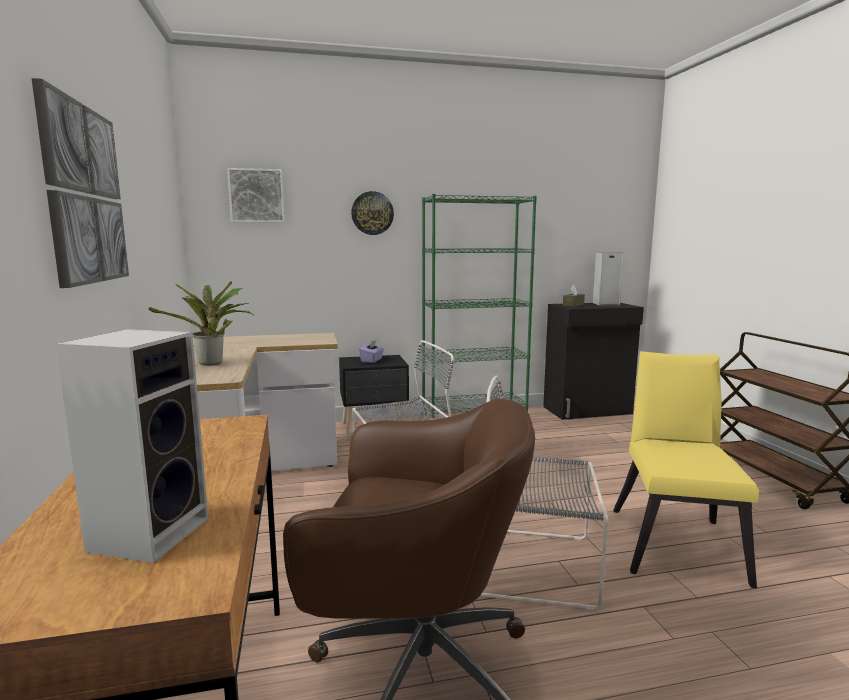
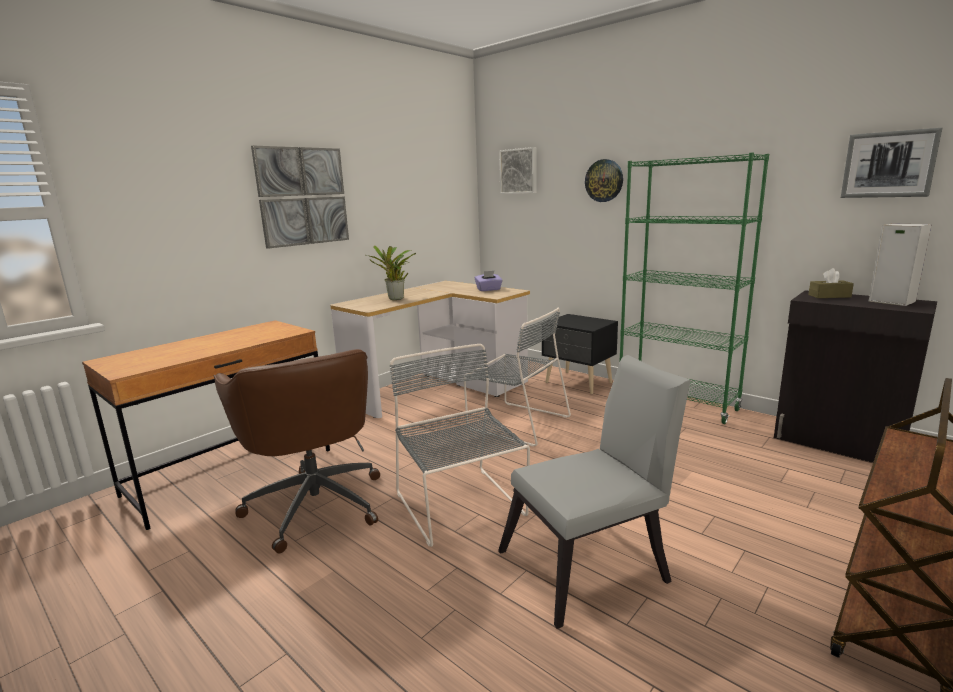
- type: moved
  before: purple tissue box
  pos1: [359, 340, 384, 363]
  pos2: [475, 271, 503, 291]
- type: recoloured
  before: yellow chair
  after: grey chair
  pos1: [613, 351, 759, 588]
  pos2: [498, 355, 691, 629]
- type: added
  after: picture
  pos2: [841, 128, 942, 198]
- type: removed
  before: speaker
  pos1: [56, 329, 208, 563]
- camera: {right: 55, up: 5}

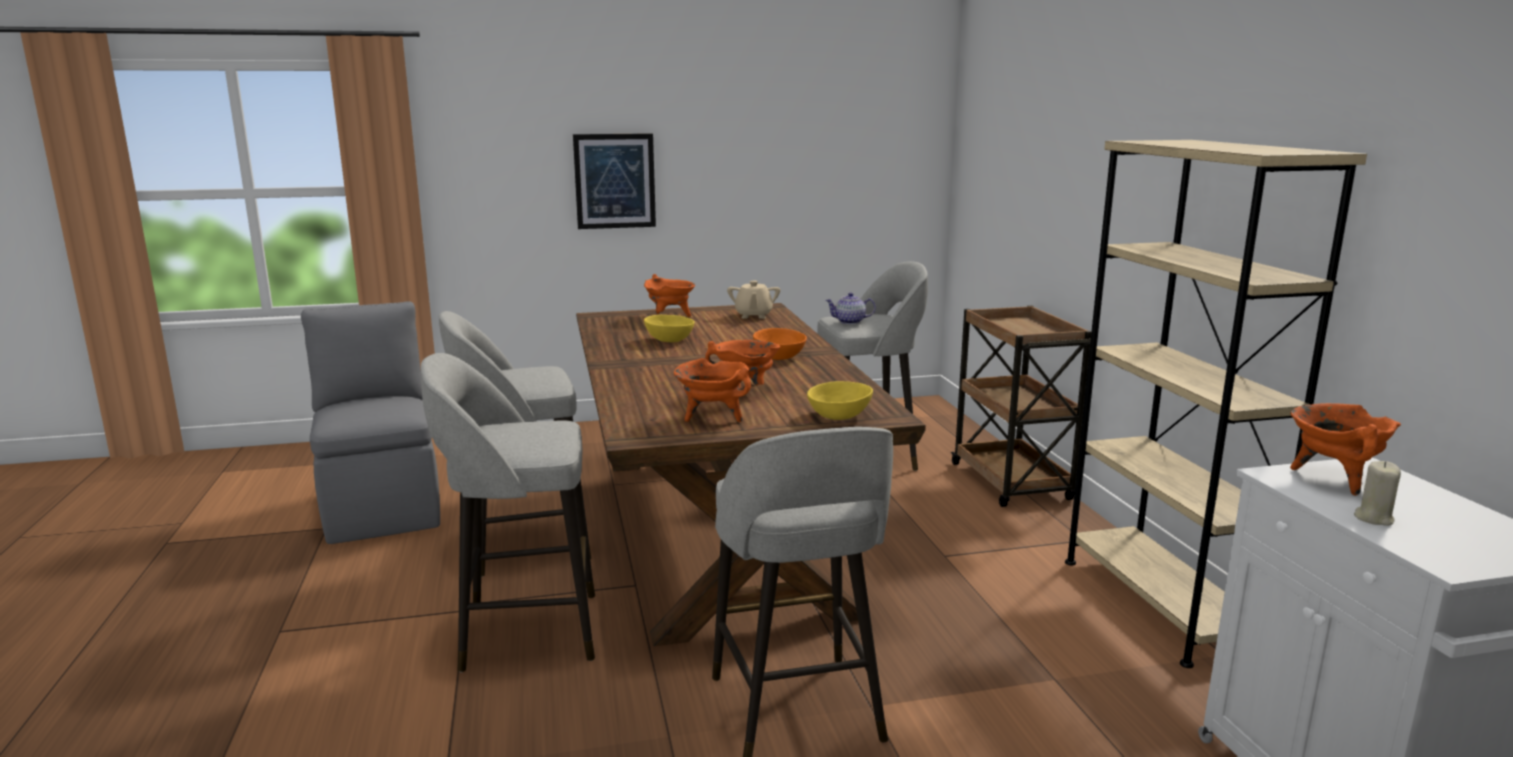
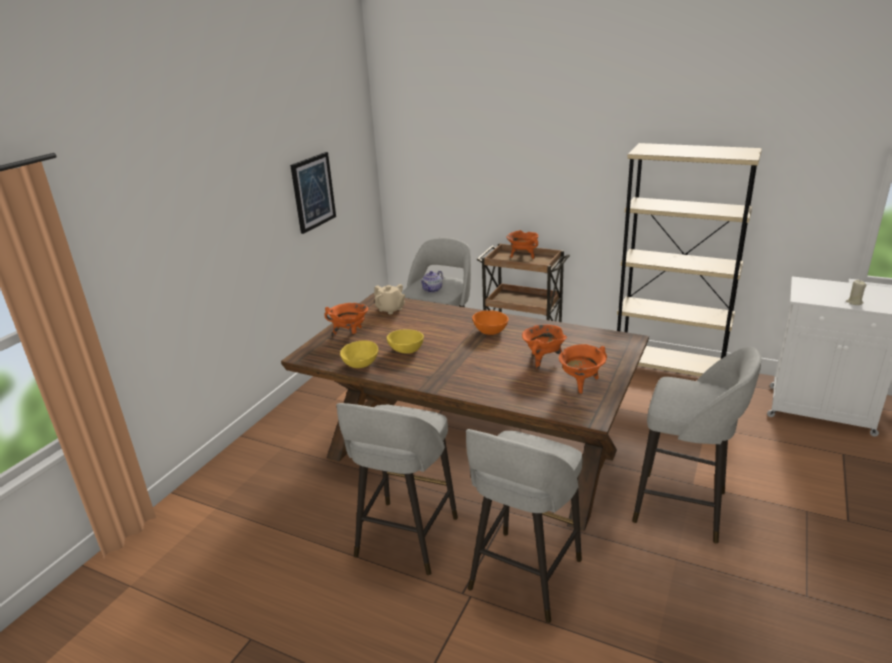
- type: moved
  before: picture
  pos1: [573, 133, 656, 229]
  pos2: [290, 152, 336, 234]
- type: moved
  before: yellow bowl
  pos1: [807, 381, 873, 420]
  pos2: [340, 341, 378, 368]
- type: moved
  before: orange cooking pot
  pos1: [1290, 403, 1401, 495]
  pos2: [507, 230, 539, 259]
- type: removed
  before: grey chair
  pos1: [301, 301, 440, 544]
- camera: {right: -50, up: 10}

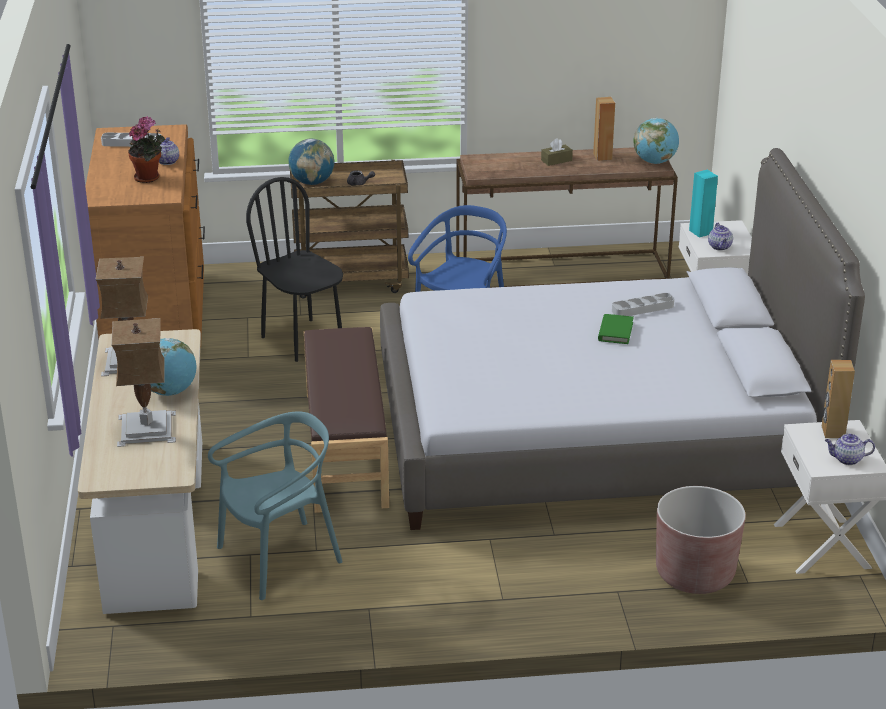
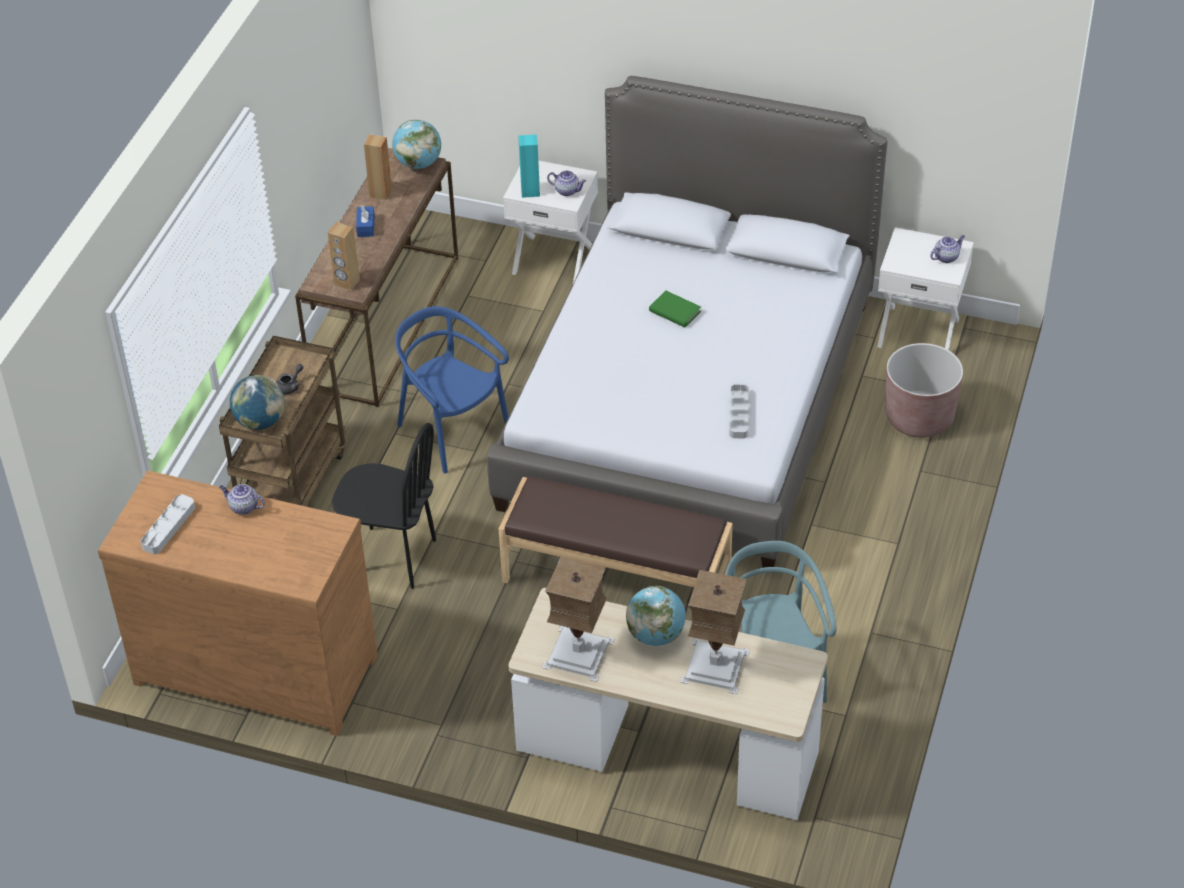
- type: moved
  before: brown speaker
  pos1: [822, 360, 855, 438]
  pos2: [328, 222, 360, 290]
- type: turned
  before: black chair
  pos1: [246, 177, 343, 362]
  pos2: [332, 423, 436, 589]
  turn: -150
- type: recoloured
  before: brown tissue box
  after: blue tissue box
  pos1: [541, 138, 573, 166]
  pos2: [356, 205, 375, 237]
- type: moved
  before: grey tray
  pos1: [612, 293, 674, 316]
  pos2: [729, 385, 749, 439]
- type: turned
  before: teapot
  pos1: [825, 434, 875, 465]
  pos2: [930, 235, 965, 263]
  turn: -150
- type: removed
  before: potted plant
  pos1: [128, 116, 165, 183]
- camera: {right: -65, up: 15}

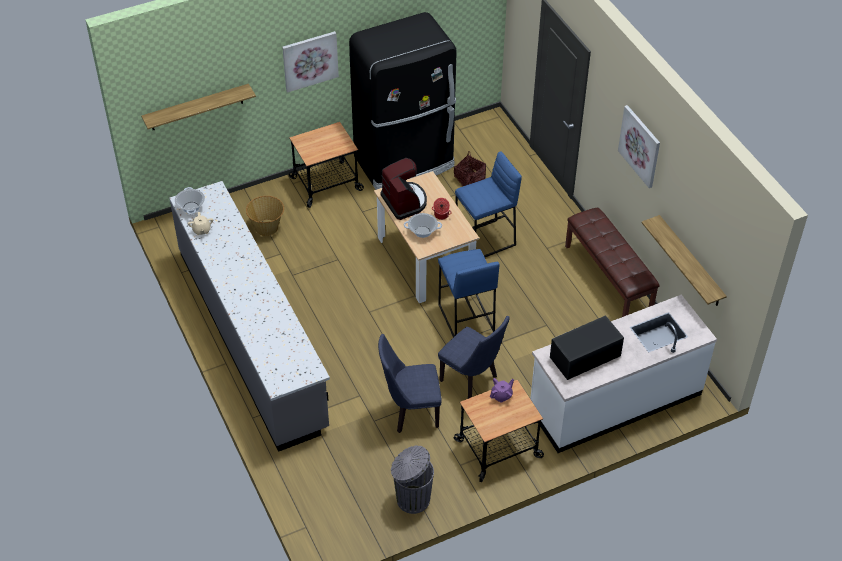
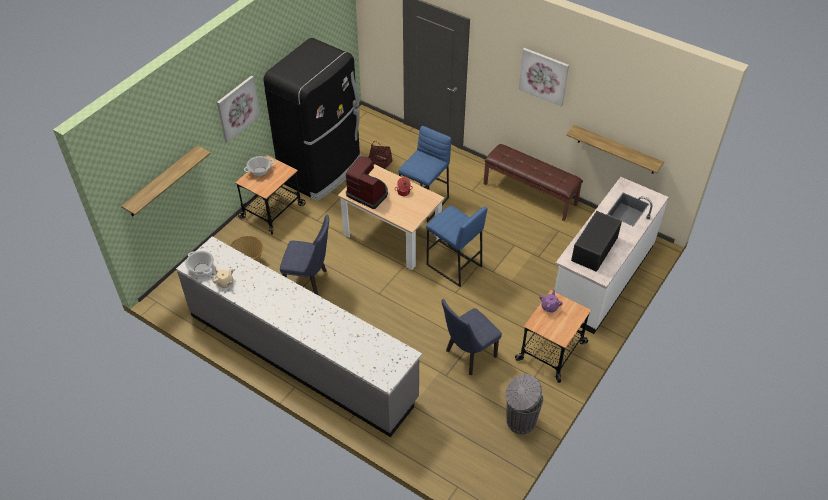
- type: moved
  before: cooking pot
  pos1: [404, 213, 442, 238]
  pos2: [244, 156, 274, 176]
- type: moved
  before: blue chair
  pos1: [438, 316, 510, 399]
  pos2: [280, 214, 329, 296]
- camera: {right: -30, up: 0}

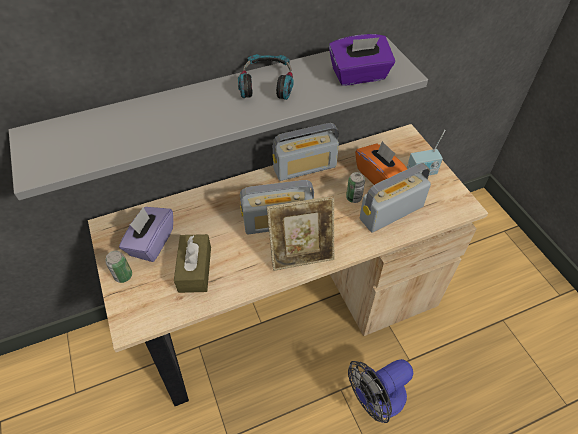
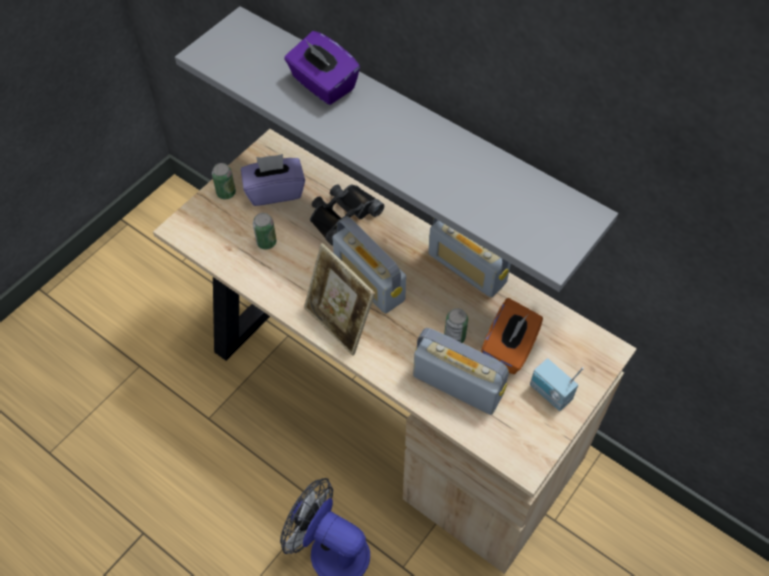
- type: replaced
  before: brown tissue box
  after: can
  pos1: [174, 234, 211, 293]
  pos2: [253, 213, 276, 250]
- type: moved
  before: purple tissue box
  pos1: [329, 34, 395, 86]
  pos2: [284, 31, 360, 105]
- type: added
  after: black binoculars
  pos2: [310, 184, 384, 246]
- type: removed
  before: headphones
  pos1: [238, 54, 293, 100]
- camera: {right: 60, up: 5}

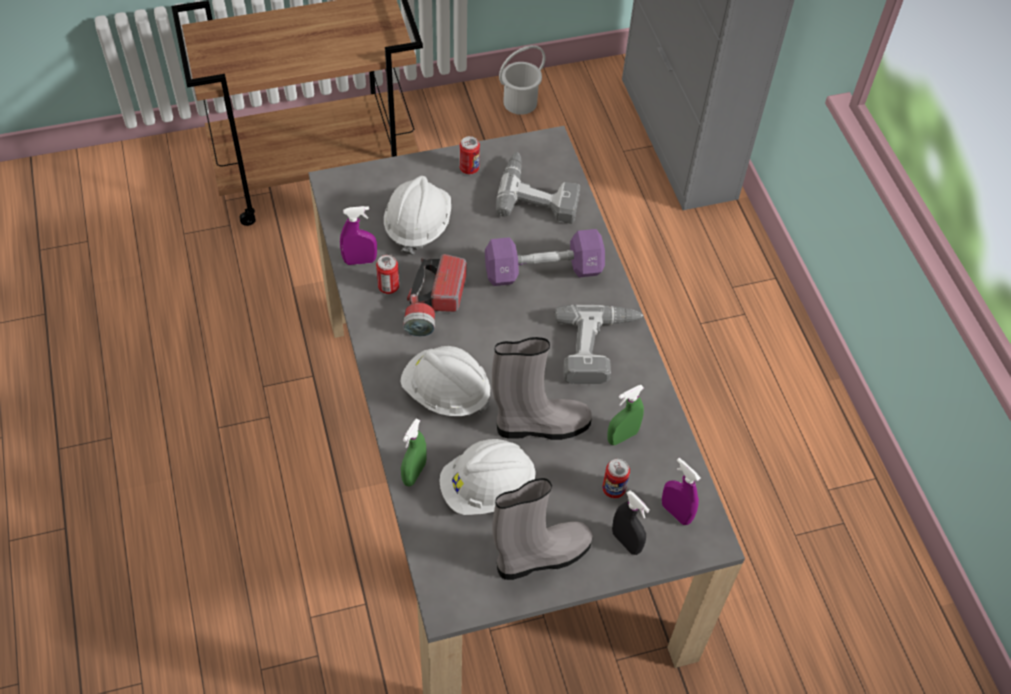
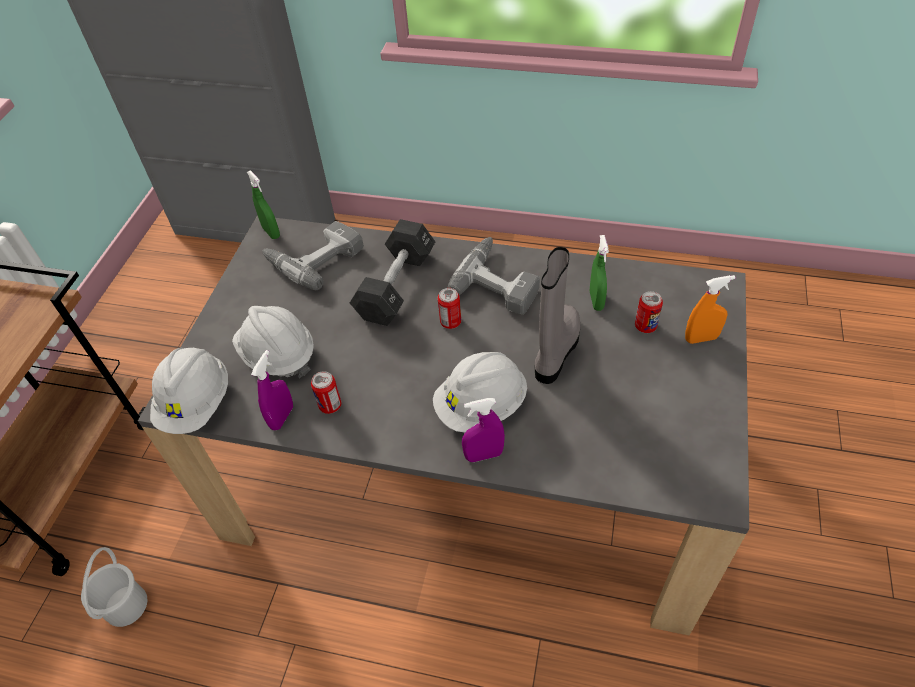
- type: moved
  before: white bucket
  pos1: [499, 45, 546, 115]
  pos2: [81, 547, 147, 627]
- type: moved
  before: white hard hat
  pos1: [440, 439, 536, 515]
  pos2: [150, 348, 228, 434]
- type: moved
  before: green spray bottle
  pos1: [401, 419, 427, 486]
  pos2: [247, 170, 280, 239]
- type: recoloured
  before: purple dumbbell
  after: black dumbbell
  pos1: [485, 229, 605, 286]
  pos2: [350, 219, 435, 326]
- type: moved
  before: can
  pos1: [459, 136, 480, 174]
  pos2: [438, 288, 461, 329]
- type: moved
  before: purple spray bottle
  pos1: [662, 458, 701, 525]
  pos2: [462, 398, 505, 462]
- type: recoloured
  before: black spray bottle
  after: orange spray bottle
  pos1: [612, 490, 650, 555]
  pos2: [685, 275, 735, 344]
- type: removed
  before: flashlight
  pos1: [403, 254, 466, 337]
- type: removed
  before: grey boot
  pos1: [493, 478, 593, 580]
- camera: {right: -55, up: -5}

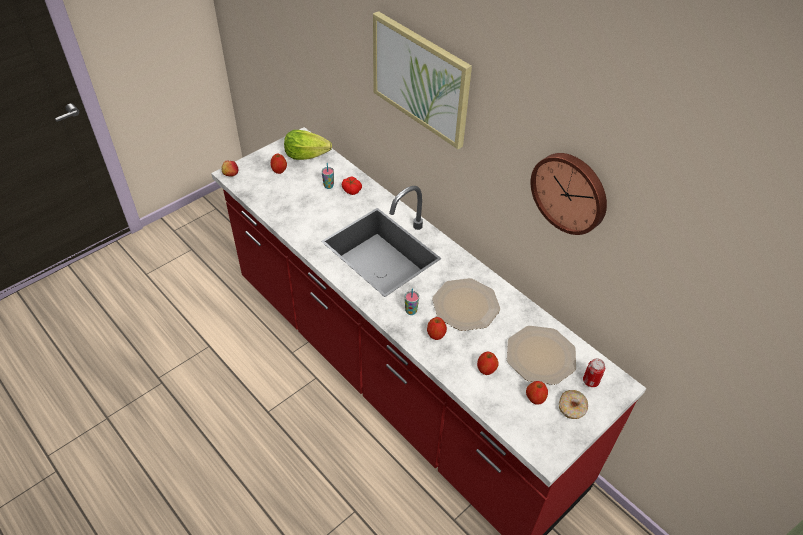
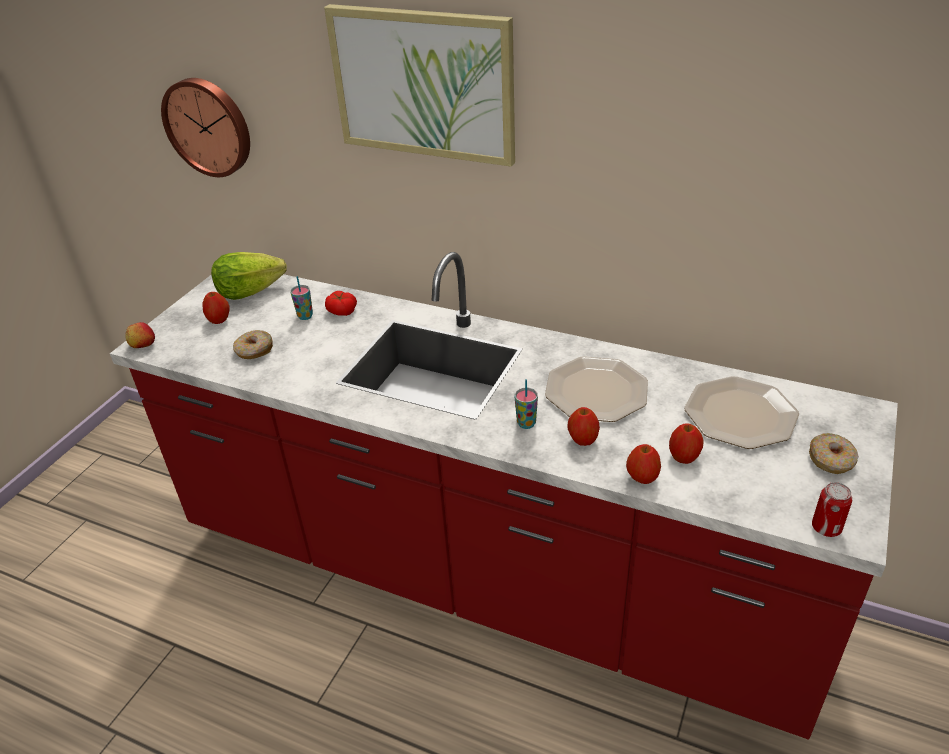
- type: moved
  before: wall clock
  pos1: [530, 153, 607, 235]
  pos2: [161, 78, 250, 177]
- type: added
  after: donut
  pos2: [233, 330, 273, 359]
- type: moved
  before: apple
  pos1: [526, 381, 548, 405]
  pos2: [626, 444, 661, 484]
- type: moved
  before: can
  pos1: [583, 358, 605, 387]
  pos2: [812, 482, 852, 537]
- camera: {right: -20, up: -10}

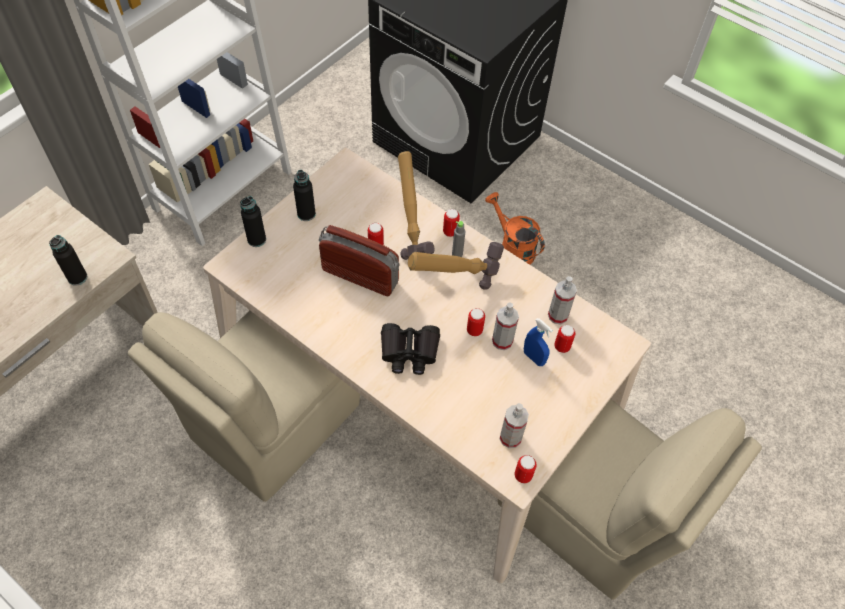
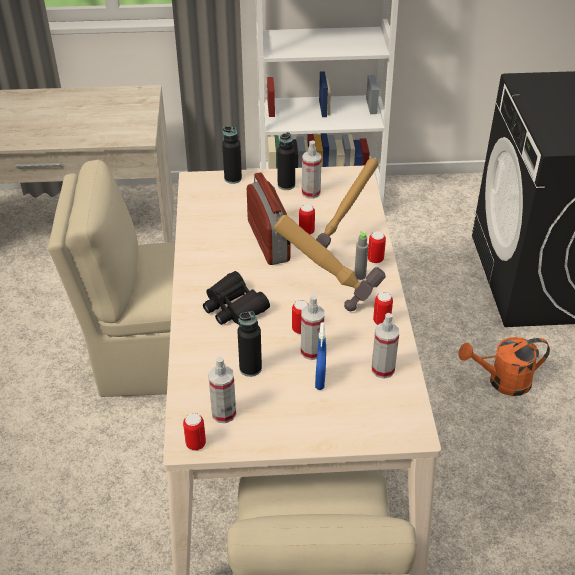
- type: moved
  before: black bottle
  pos1: [49, 235, 87, 286]
  pos2: [237, 311, 262, 377]
- type: added
  after: spray bottle
  pos2: [302, 140, 322, 199]
- type: moved
  before: can
  pos1: [554, 325, 575, 353]
  pos2: [373, 292, 393, 325]
- type: turned
  before: orange watering can
  pos1: [485, 192, 545, 265]
  pos2: [459, 337, 550, 396]
  turn: -105
- camera: {right: 50, up: -15}

